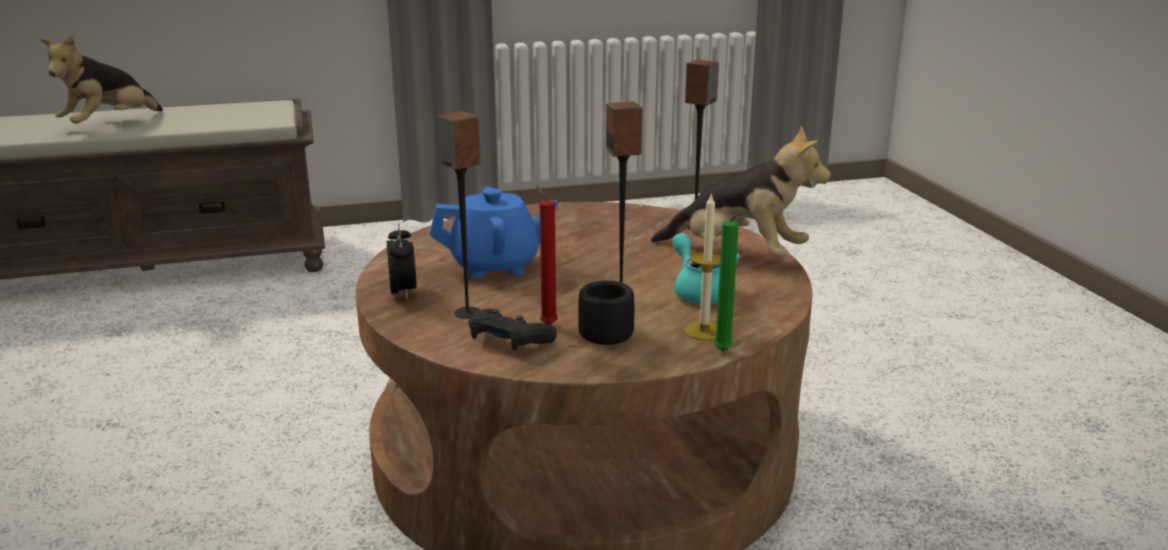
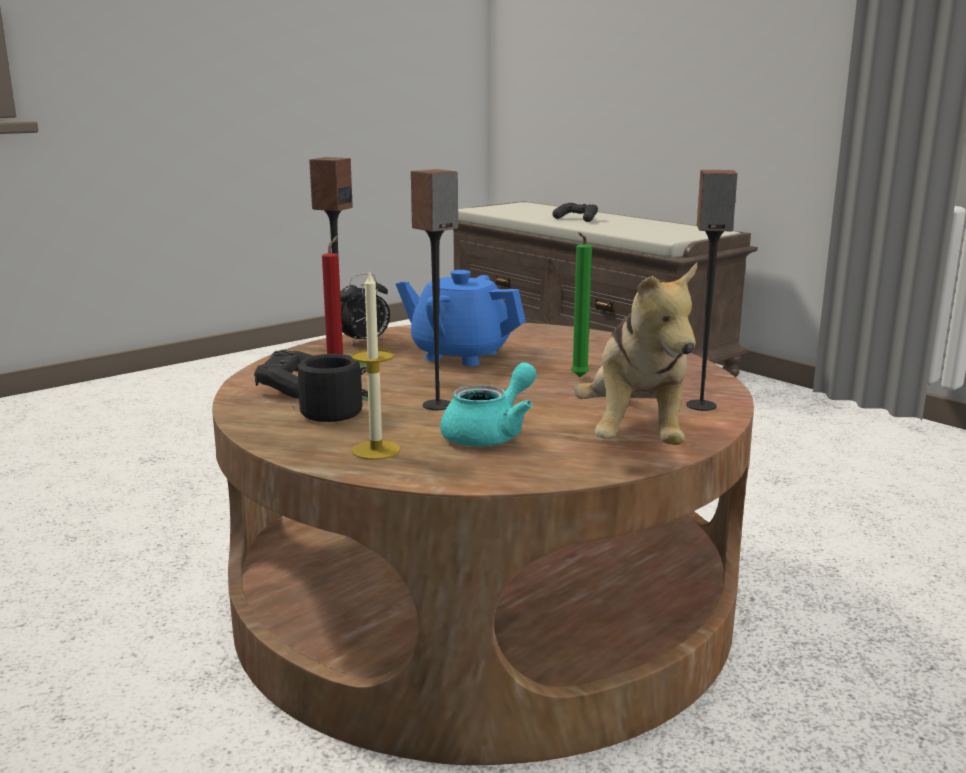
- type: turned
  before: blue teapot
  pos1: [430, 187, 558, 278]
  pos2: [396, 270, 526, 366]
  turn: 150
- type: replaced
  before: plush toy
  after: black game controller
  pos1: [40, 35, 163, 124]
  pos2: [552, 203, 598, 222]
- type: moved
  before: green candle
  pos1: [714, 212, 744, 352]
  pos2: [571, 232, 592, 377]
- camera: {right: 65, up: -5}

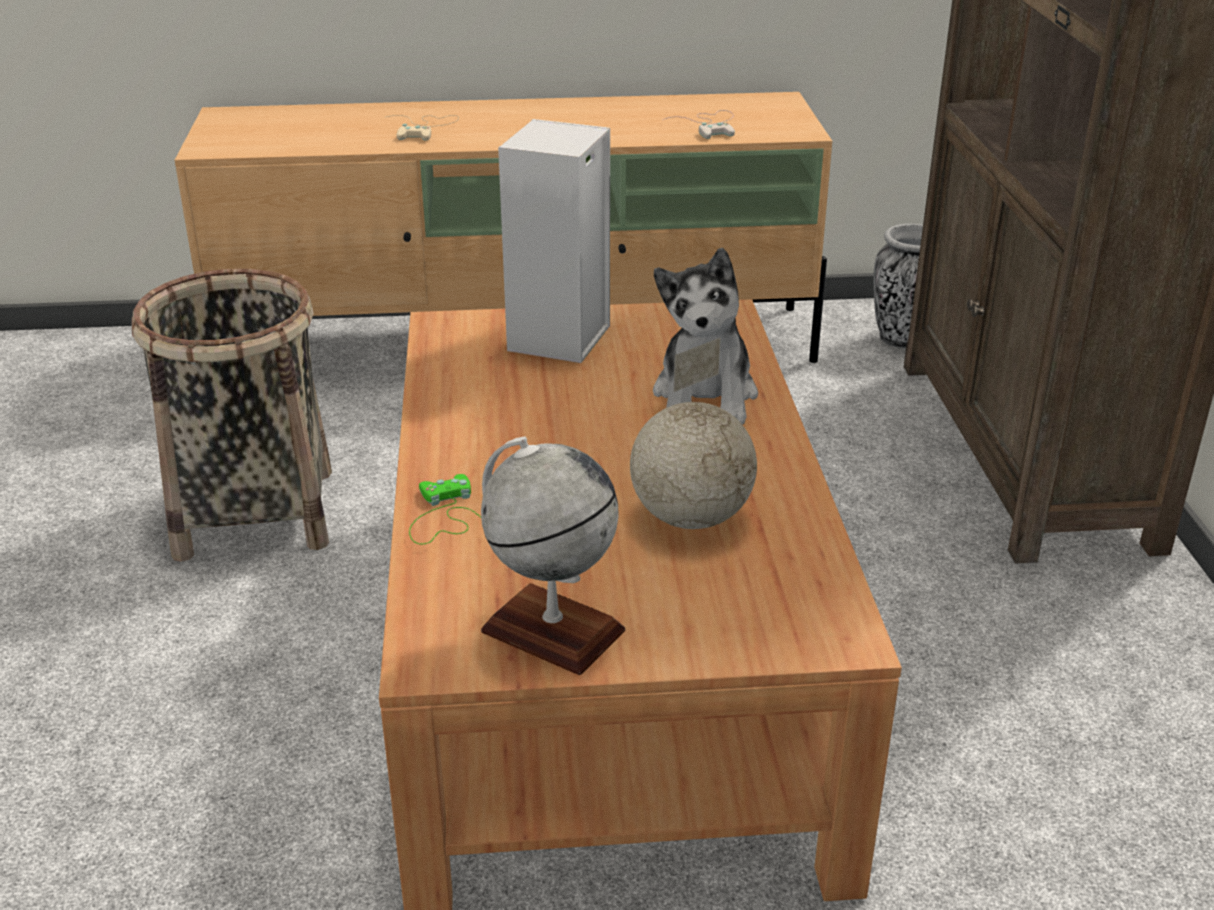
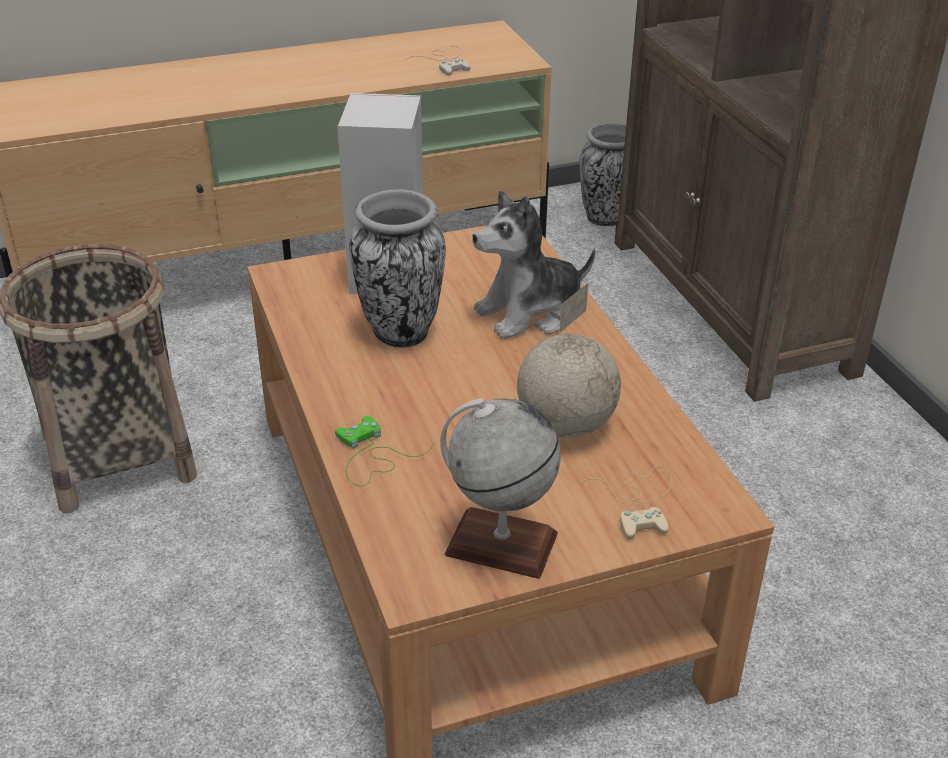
- type: added
  after: vase
  pos2: [349, 189, 446, 348]
- type: turned
  before: plush toy
  pos1: [653, 248, 758, 425]
  pos2: [472, 190, 595, 339]
  turn: 75
- type: moved
  before: beige game controller
  pos1: [386, 115, 459, 140]
  pos2: [574, 466, 672, 539]
- camera: {right: -15, up: 5}

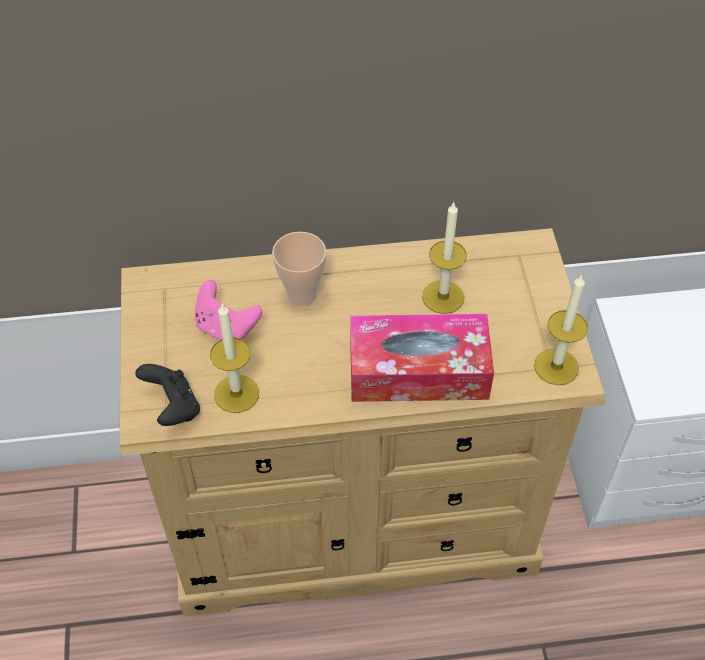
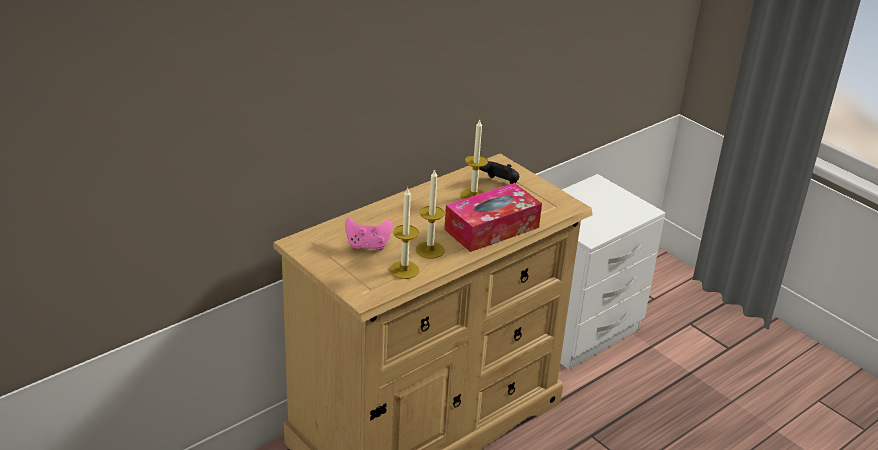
- type: moved
  before: candle
  pos1: [534, 275, 588, 385]
  pos2: [416, 169, 445, 259]
- type: moved
  before: black game controller
  pos1: [135, 364, 200, 426]
  pos2: [479, 161, 519, 184]
- type: removed
  before: cup
  pos1: [272, 232, 326, 306]
- camera: {right: -35, up: -20}

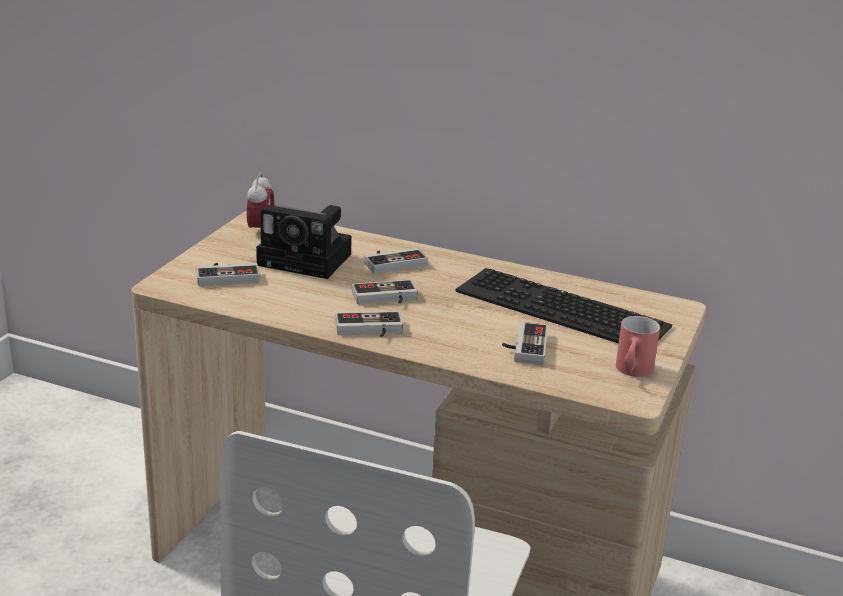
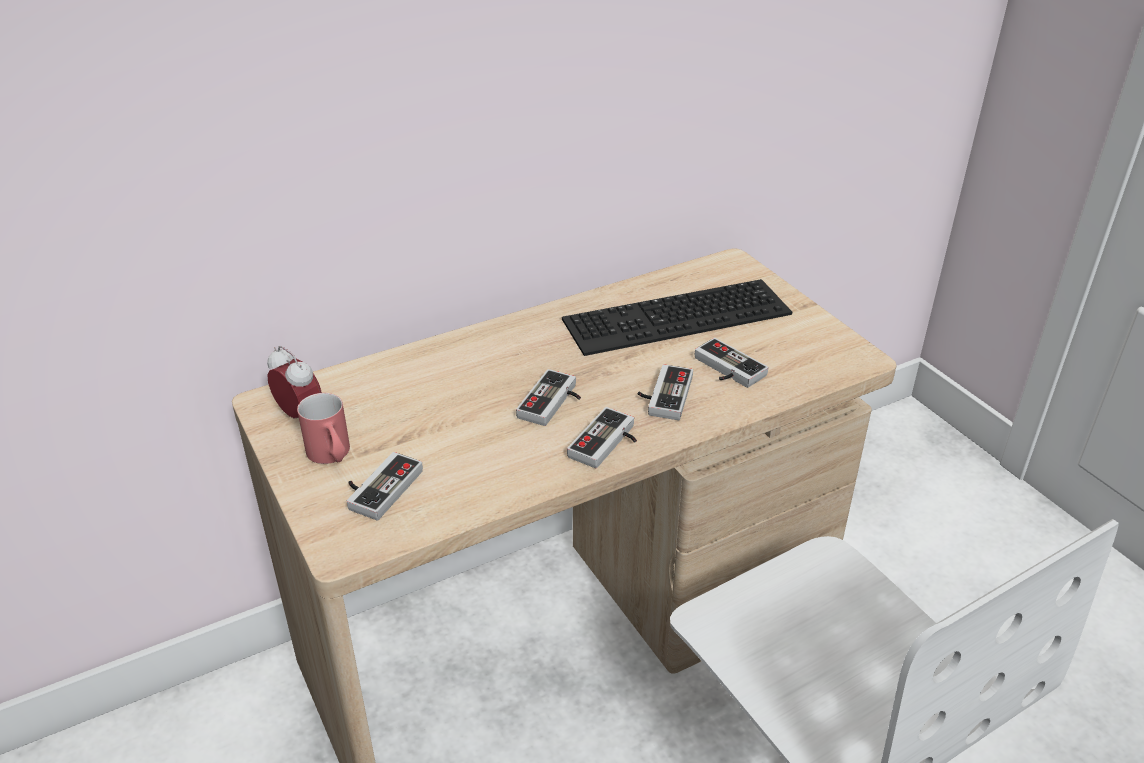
- type: moved
  before: red mug
  pos1: [616, 316, 660, 377]
  pos2: [297, 393, 350, 464]
- type: moved
  before: game controller
  pos1: [364, 248, 428, 274]
  pos2: [638, 364, 693, 420]
- type: removed
  before: photo camera
  pos1: [256, 205, 352, 279]
- camera: {right: -50, up: 10}

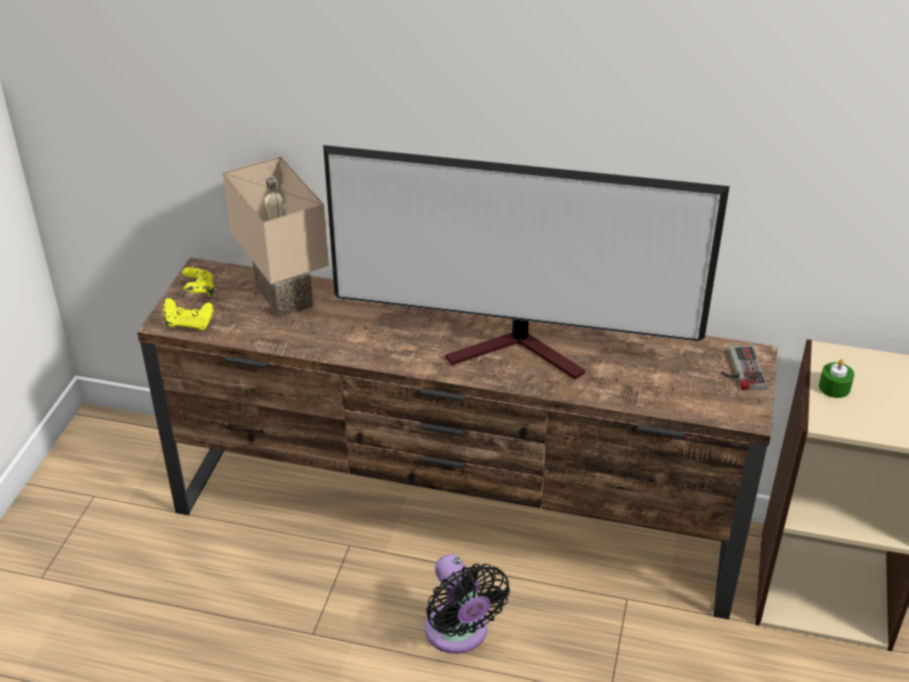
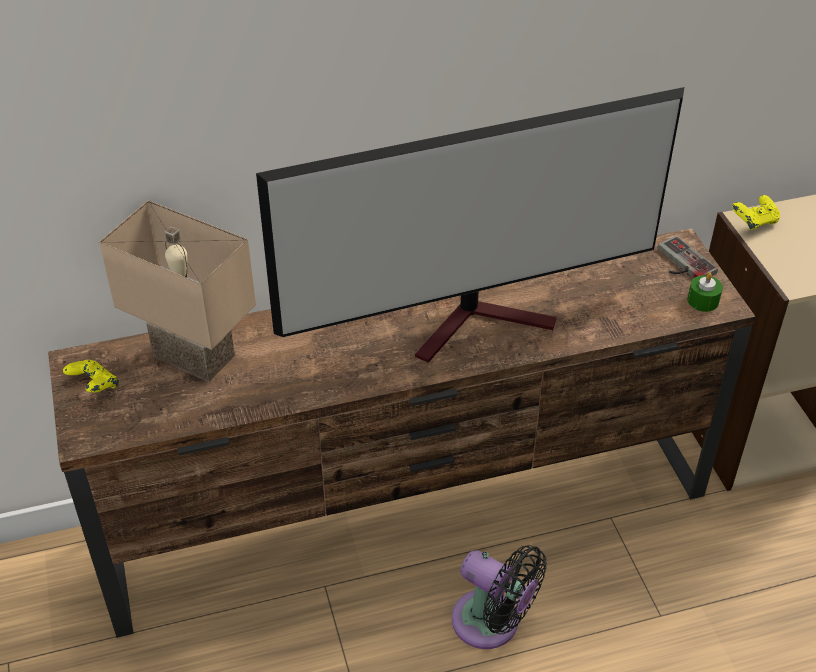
- type: moved
  before: green candle
  pos1: [819, 359, 854, 398]
  pos2: [688, 272, 723, 312]
- type: moved
  before: yellow game controller
  pos1: [163, 298, 214, 331]
  pos2: [732, 195, 780, 230]
- camera: {right: -30, up: 5}

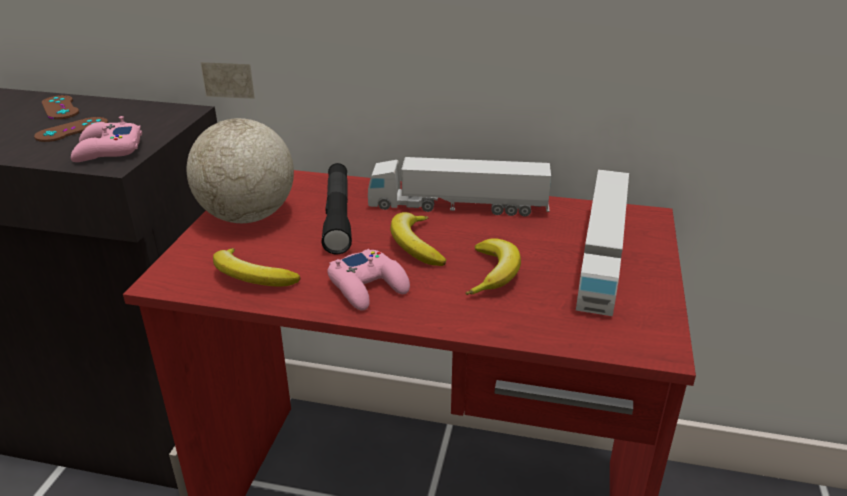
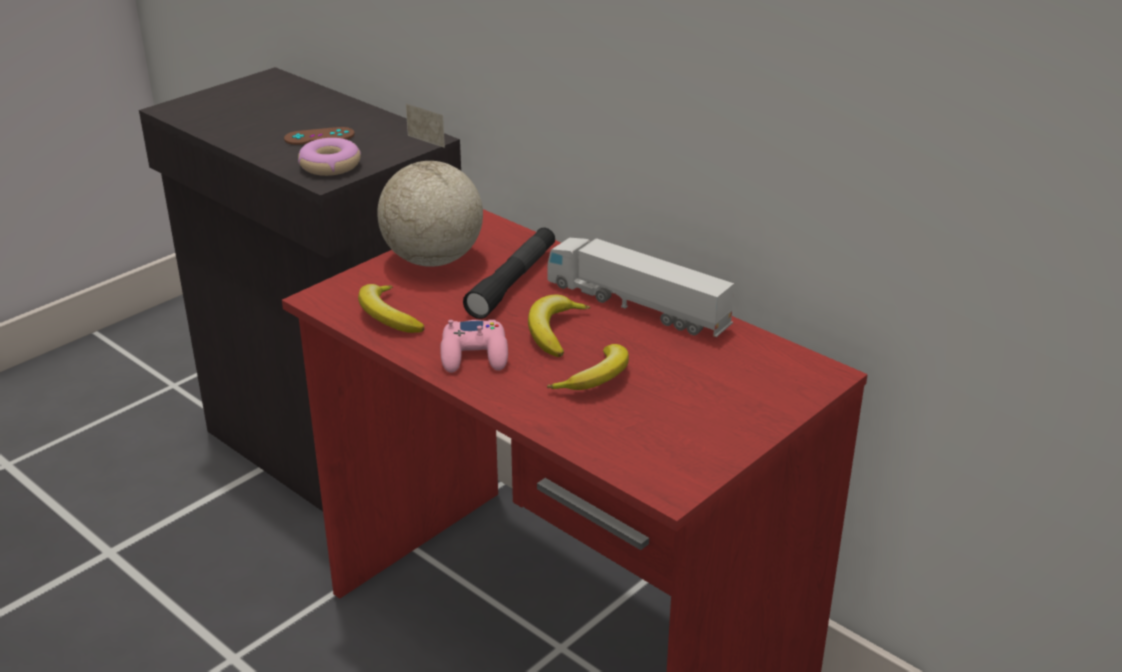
- type: replaced
  before: pink game controller
  after: donut
  pos1: [71, 116, 142, 162]
  pos2: [298, 138, 361, 176]
- type: removed
  before: brown game controller
  pos1: [42, 95, 79, 119]
- type: removed
  before: toy truck
  pos1: [576, 169, 629, 316]
- camera: {right: 30, up: 0}

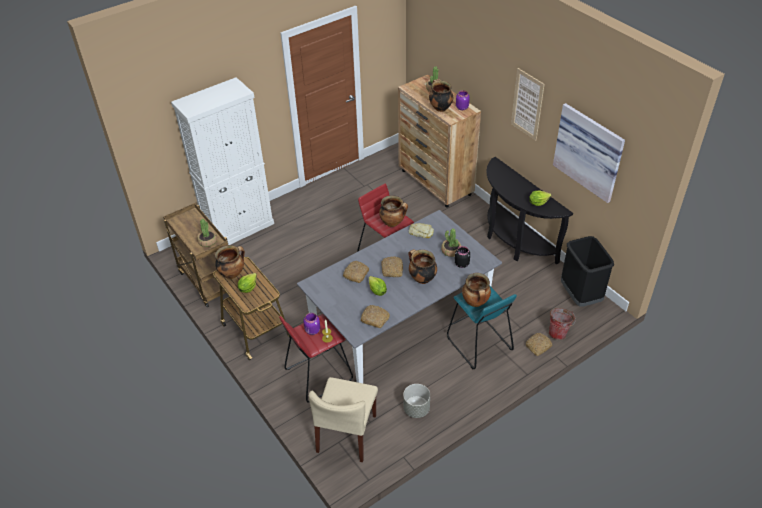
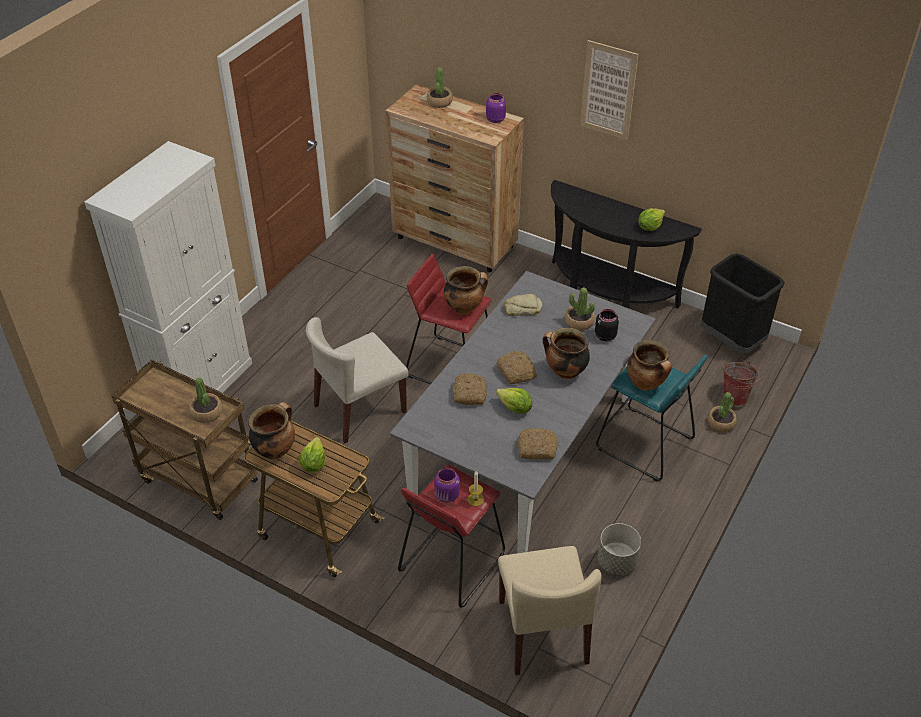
- type: added
  after: beige chair
  pos2: [306, 317, 408, 443]
- type: replaced
  before: bread
  after: potted plant
  pos1: [526, 333, 552, 356]
  pos2: [707, 392, 737, 432]
- type: removed
  before: cooking pot
  pos1: [429, 79, 453, 112]
- type: removed
  before: picture
  pos1: [553, 103, 625, 203]
- camera: {right: -25, up: 0}

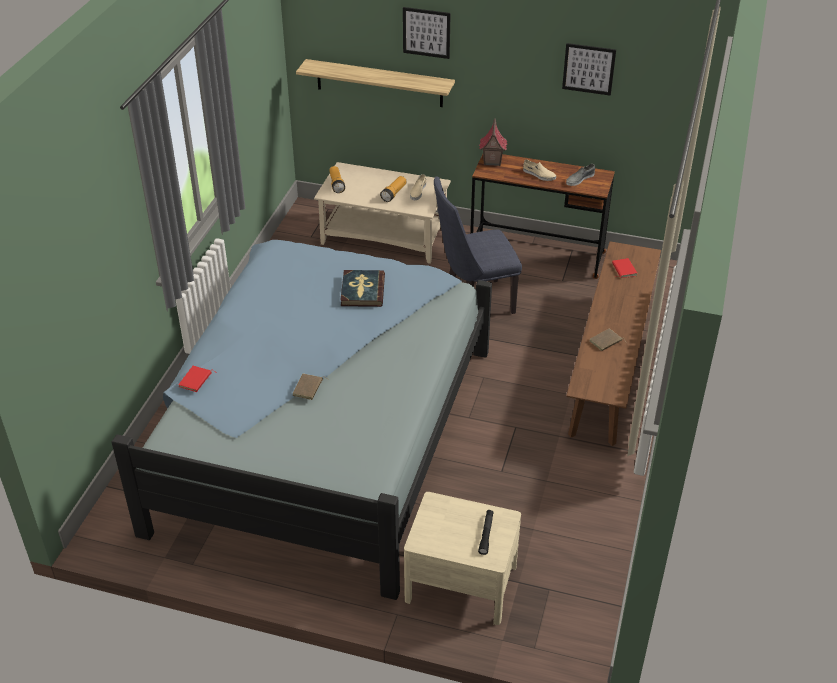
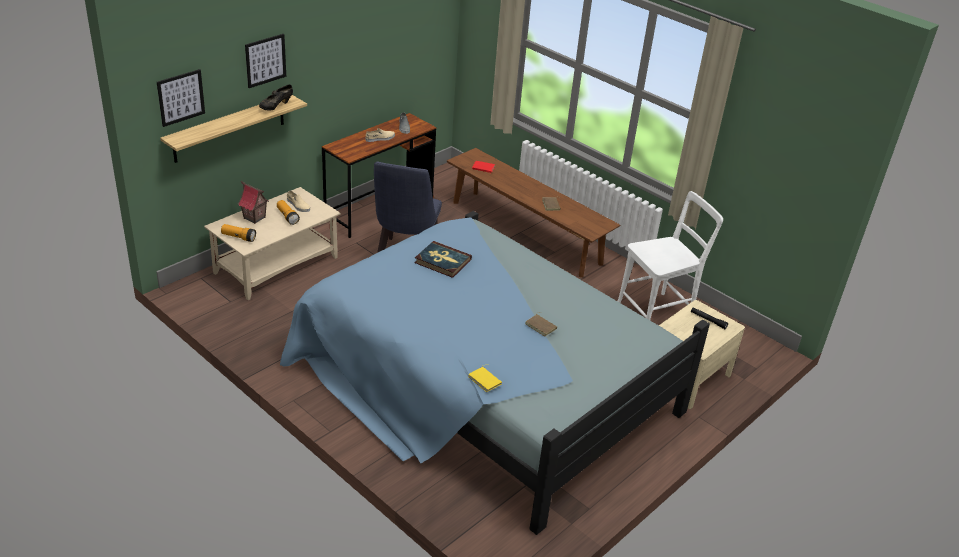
- type: moved
  before: picture
  pos1: [562, 43, 616, 96]
  pos2: [157, 69, 205, 127]
- type: moved
  before: toy house
  pos1: [479, 119, 508, 166]
  pos2: [238, 181, 269, 224]
- type: added
  after: black shoe
  pos2: [259, 84, 293, 110]
- type: recoloured
  before: red book
  after: yellow book
  pos1: [178, 366, 217, 392]
  pos2: [468, 364, 502, 392]
- type: added
  after: white chair
  pos2: [618, 191, 723, 320]
- camera: {right: -65, up: -5}

